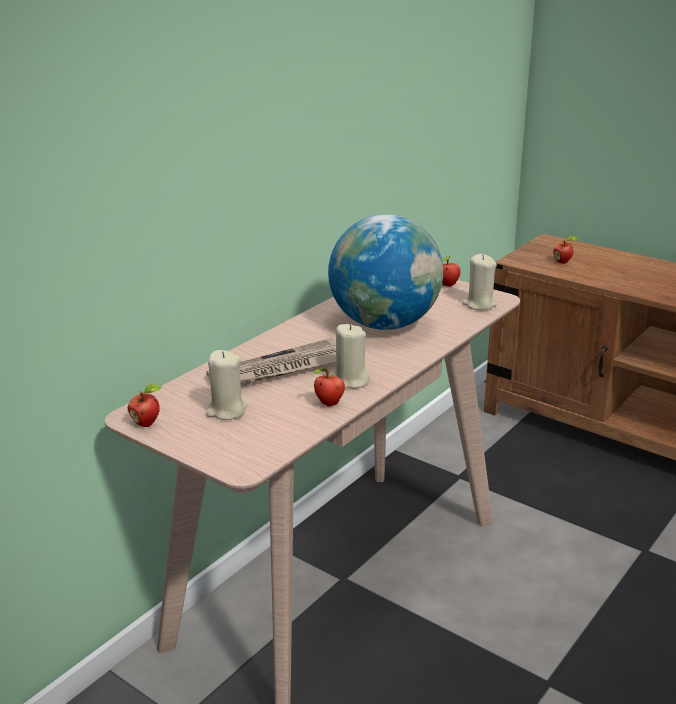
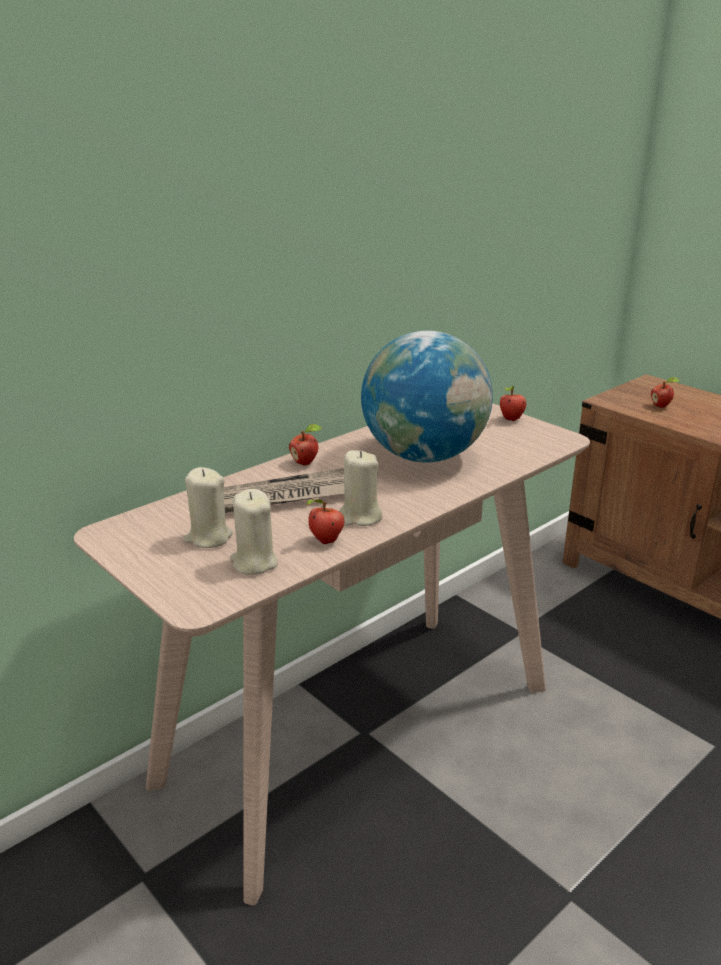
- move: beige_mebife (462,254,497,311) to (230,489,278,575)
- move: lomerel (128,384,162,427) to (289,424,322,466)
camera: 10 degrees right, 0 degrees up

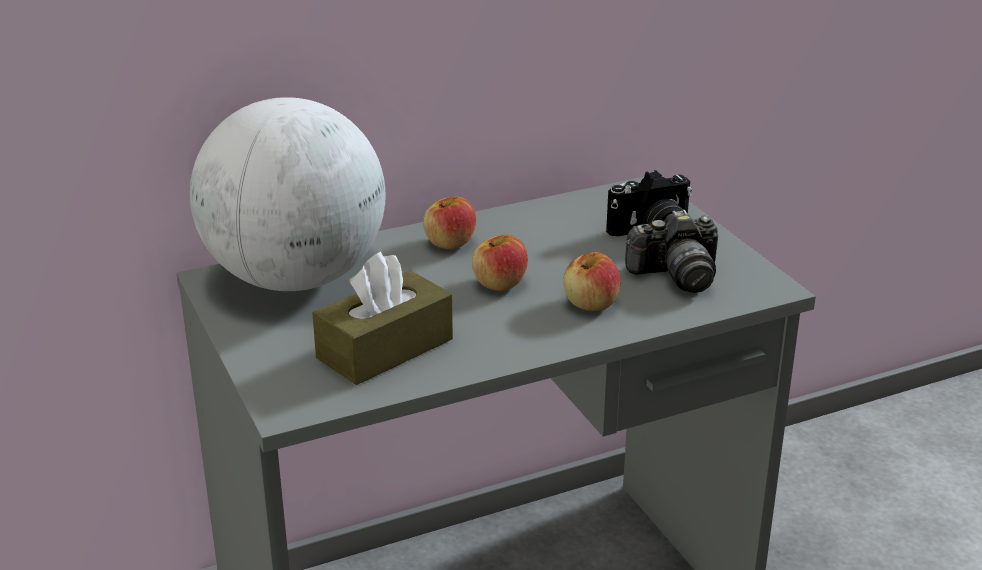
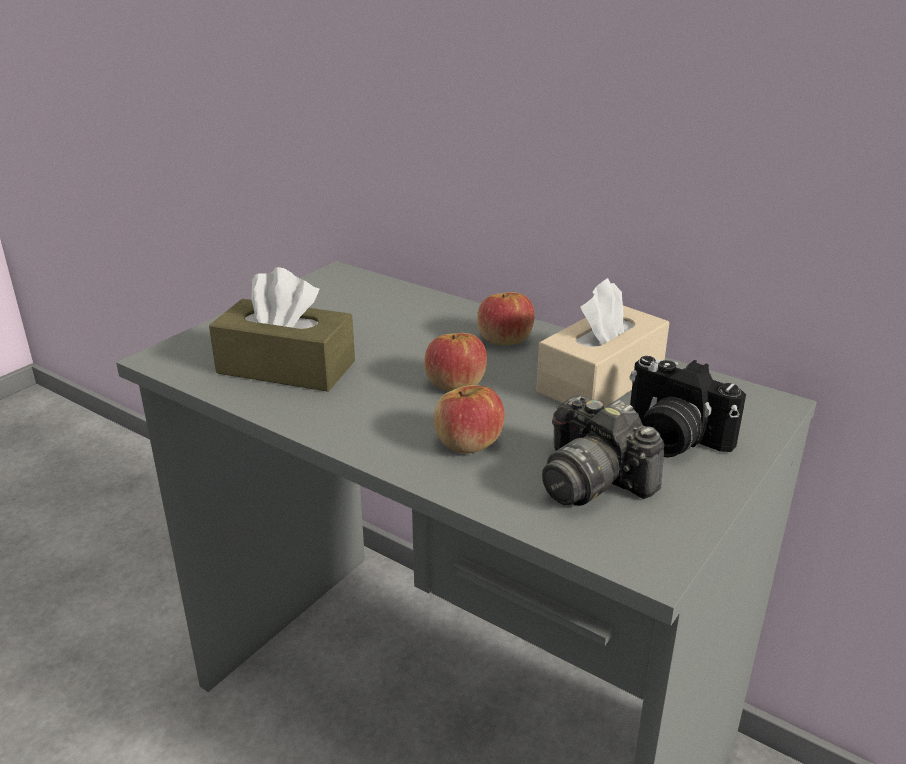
- delete: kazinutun (190,97,386,291)
- insert: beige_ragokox (536,278,669,407)
camera: 60 degrees right, 0 degrees up

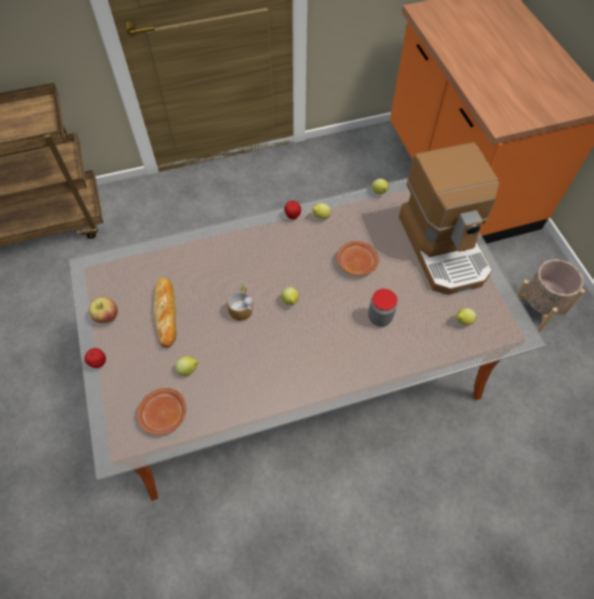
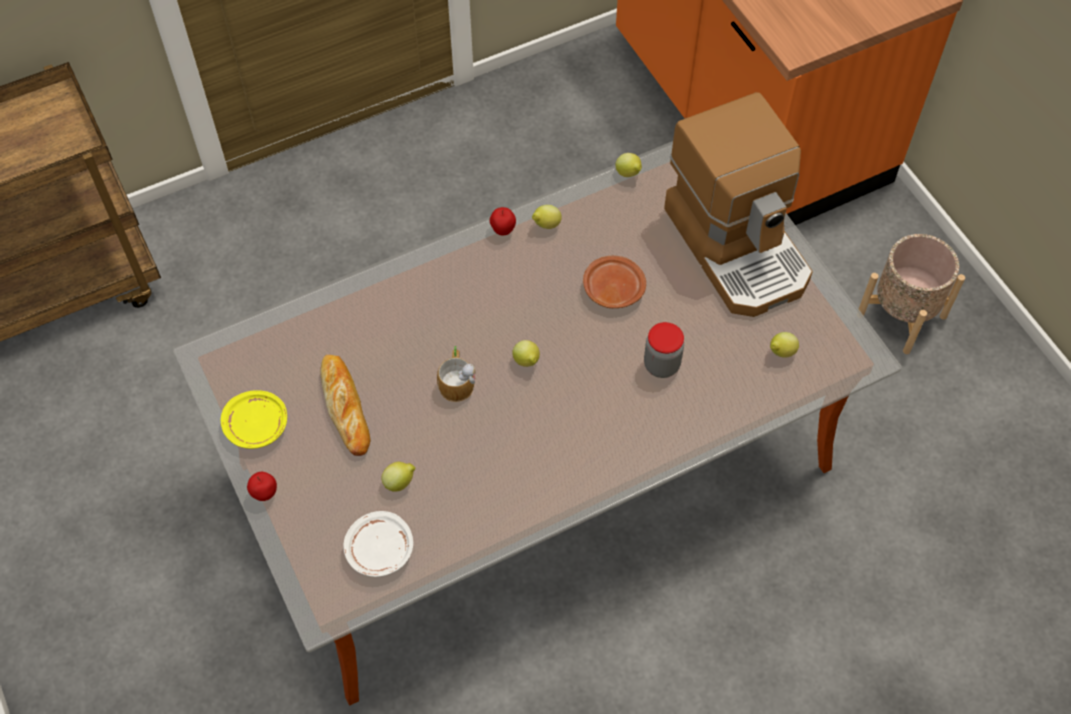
- replace: lomerel (89,297,118,323) to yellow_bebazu (221,390,287,449)
- recolor: brown_bebazu (137,388,186,435) to white_bebazu (344,511,413,577)
camera: 10 degrees left, 0 degrees up

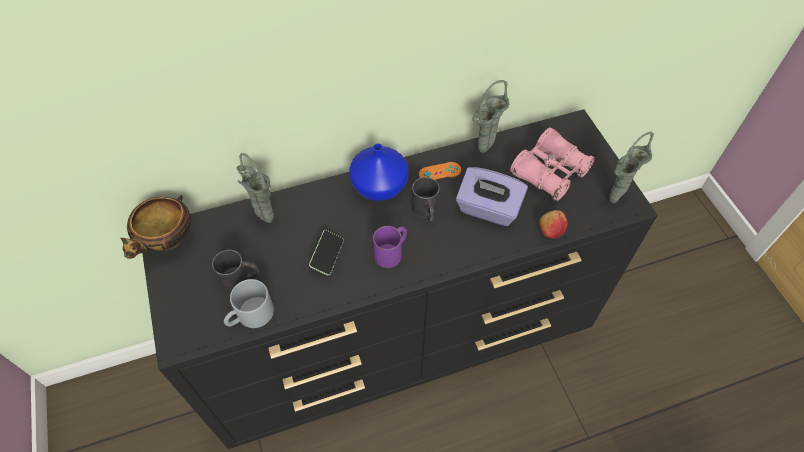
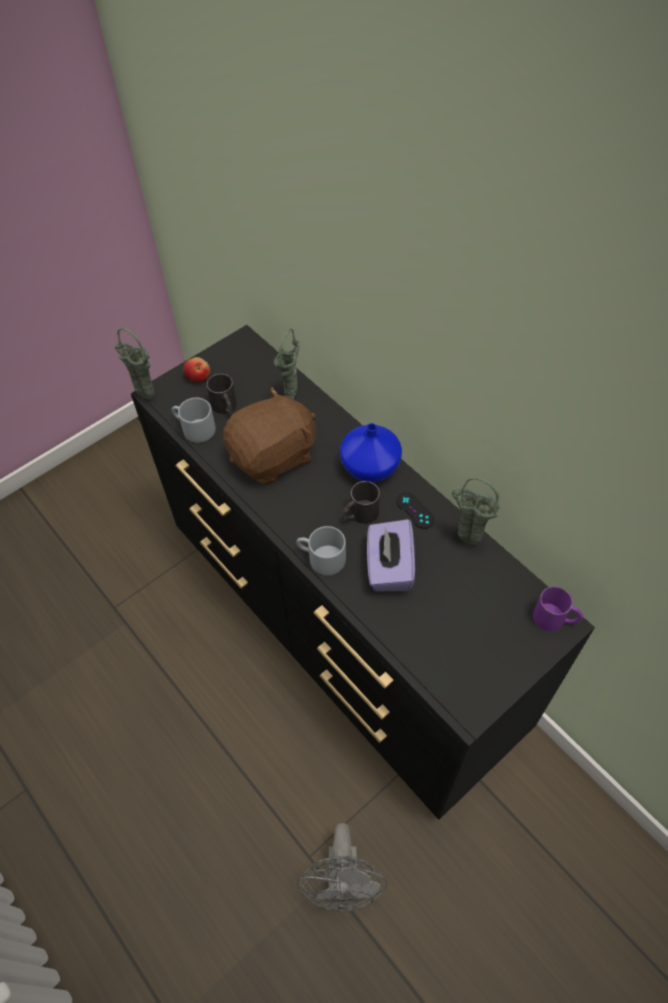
- delete: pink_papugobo (510,128,595,201)
- move: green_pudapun (609,132,654,203) to (115,328,154,400)
- recolor: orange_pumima (419,162,461,180) to black_pumima (396,492,435,529)
- delete: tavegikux (120,195,191,259)
- move: lomerel (539,210,568,239) to (183,357,210,383)
- move: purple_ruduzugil (373,226,407,268) to (533,586,583,631)
- replace: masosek (309,230,344,276) to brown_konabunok (223,387,316,484)
- insert: grey_ruduzugil (296,526,346,575)
- insert: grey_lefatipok (297,823,388,912)
camera: 70 degrees right, 0 degrees up

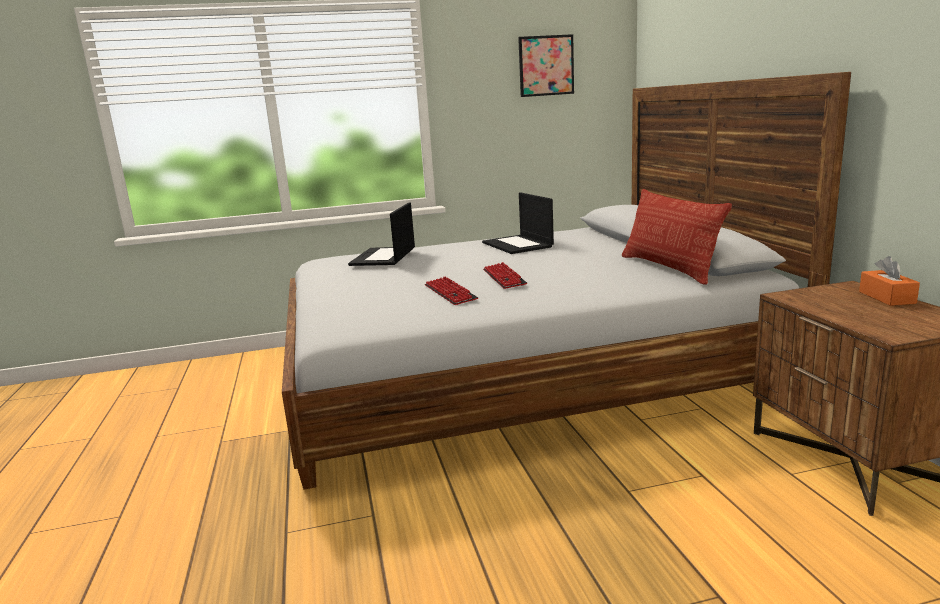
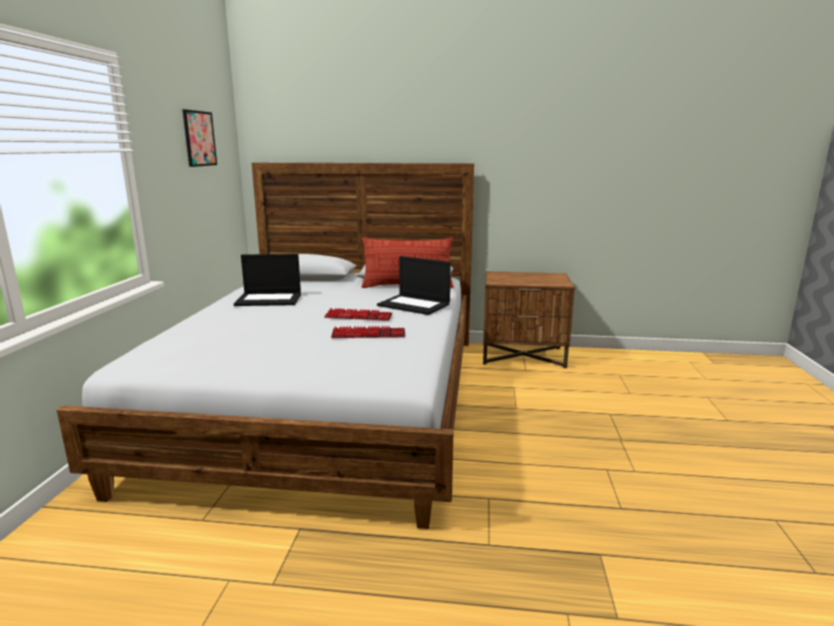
- move: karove (348,202,415,266) to (377,256,451,315)
- delete: orange_ragokox (859,256,920,306)
camera: 70 degrees left, 0 degrees up

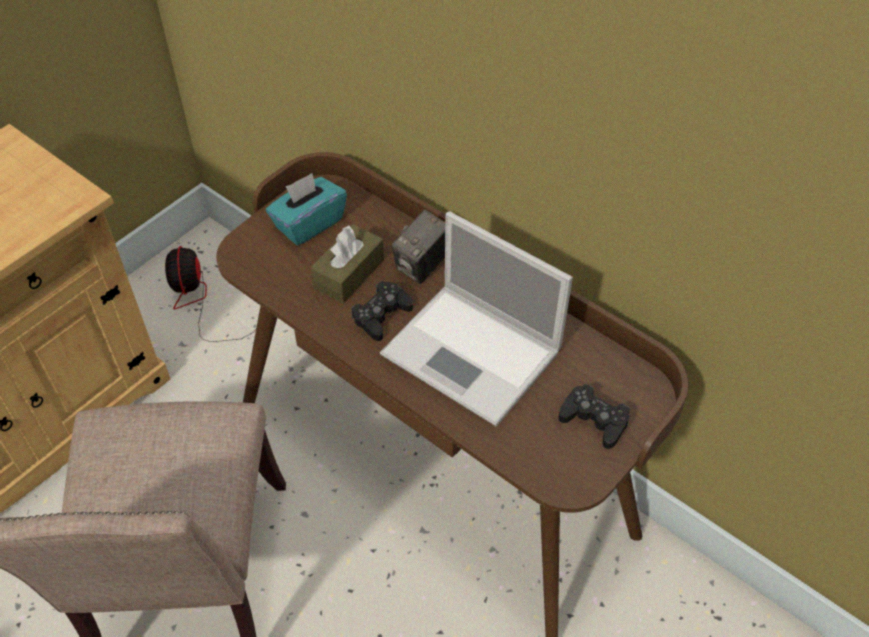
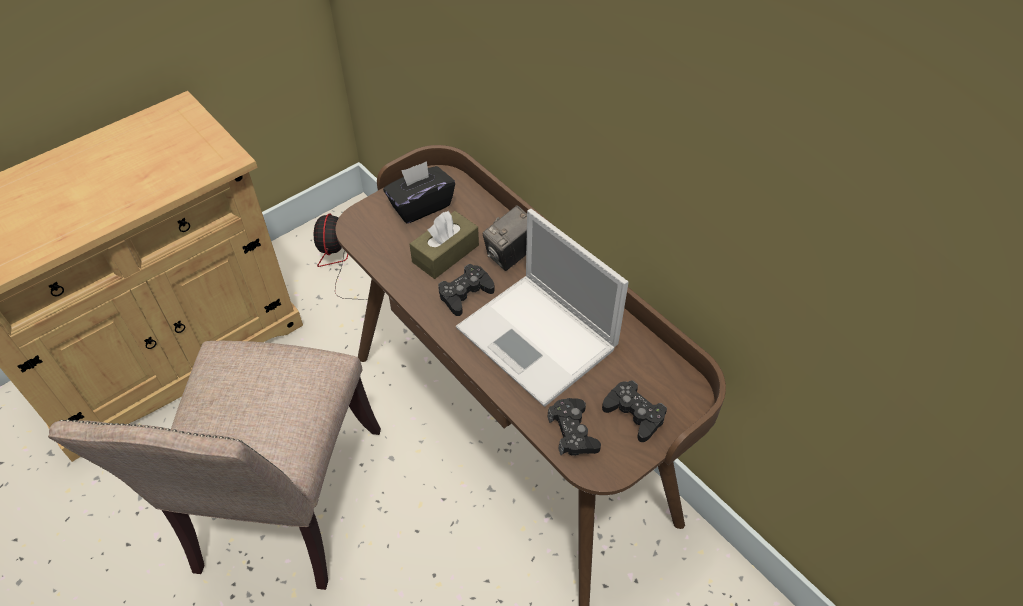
- recolor: turquoise_ragokox (266,173,347,245) to black_ragokox (383,161,455,224)
- insert: black_pumima (548,398,601,456)
camera: 10 degrees right, 0 degrees up

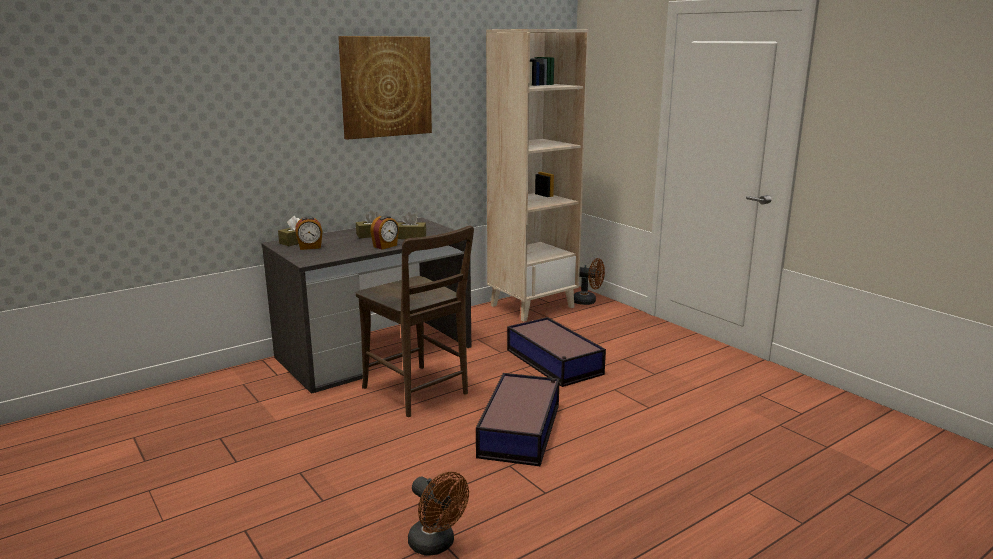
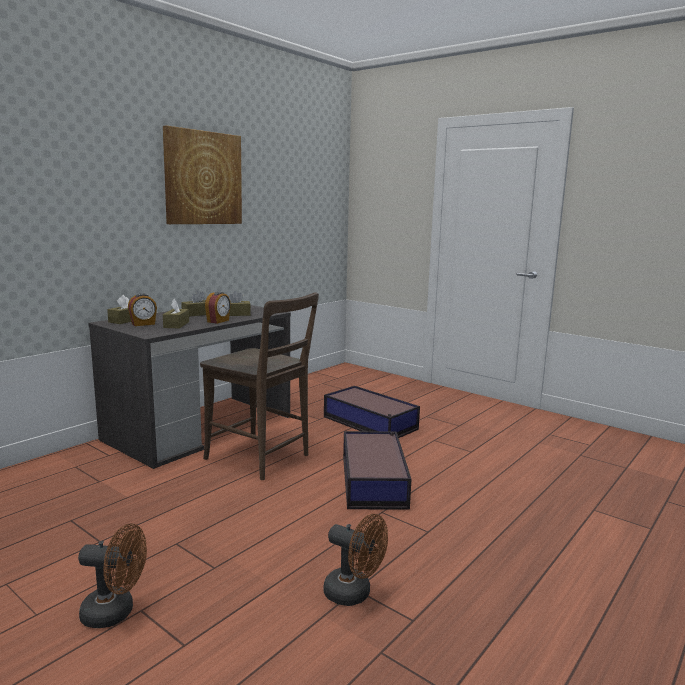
- delete: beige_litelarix (486,29,589,322)
- move: brown_lefatipok (574,258,605,305) to (78,523,147,628)
- insert: brown_ragokox (163,299,189,329)
camera: 15 degrees left, 5 degrees down

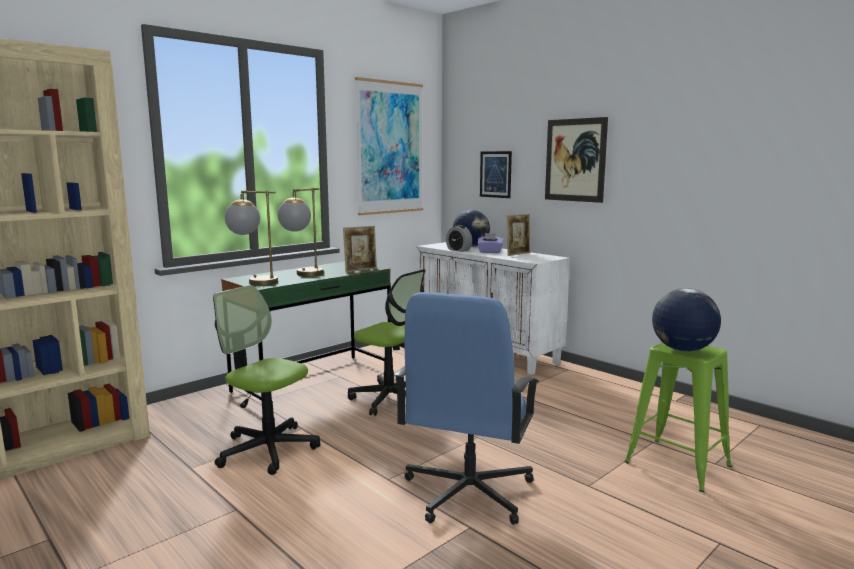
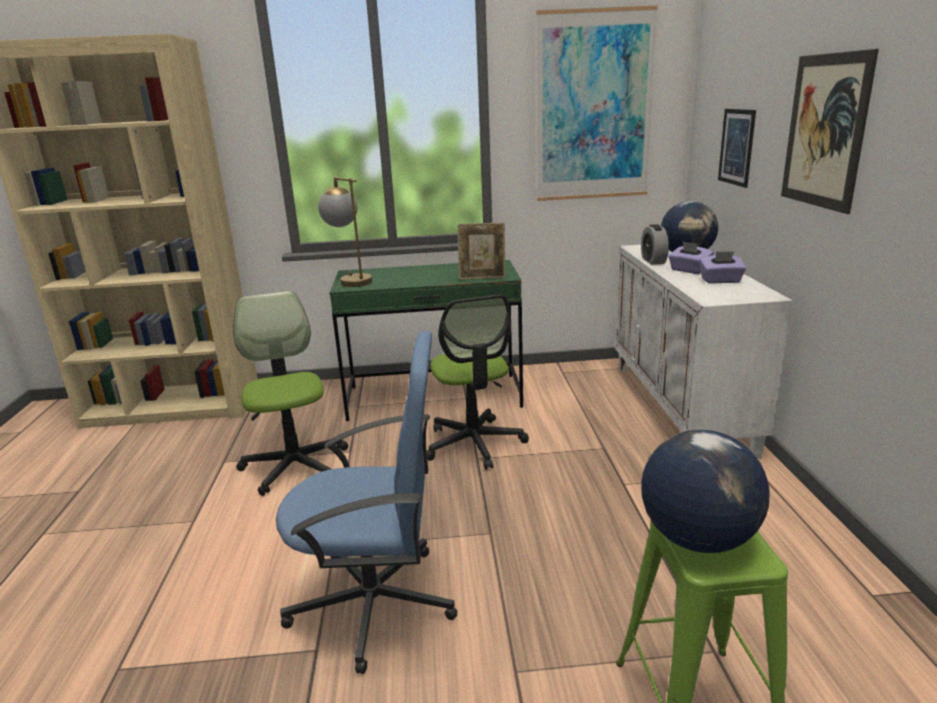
- delete: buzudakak (277,188,323,276)
- replace: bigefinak (507,214,530,256) to purple_ragokox (699,251,747,284)
- rotate: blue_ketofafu (394,292,539,525) = (276,331,458,674) 150 degrees counterclockwise
camera: 40 degrees right, 10 degrees up

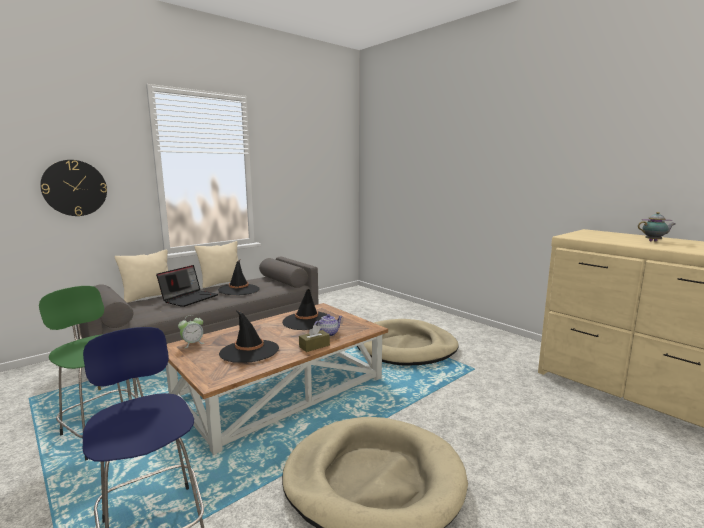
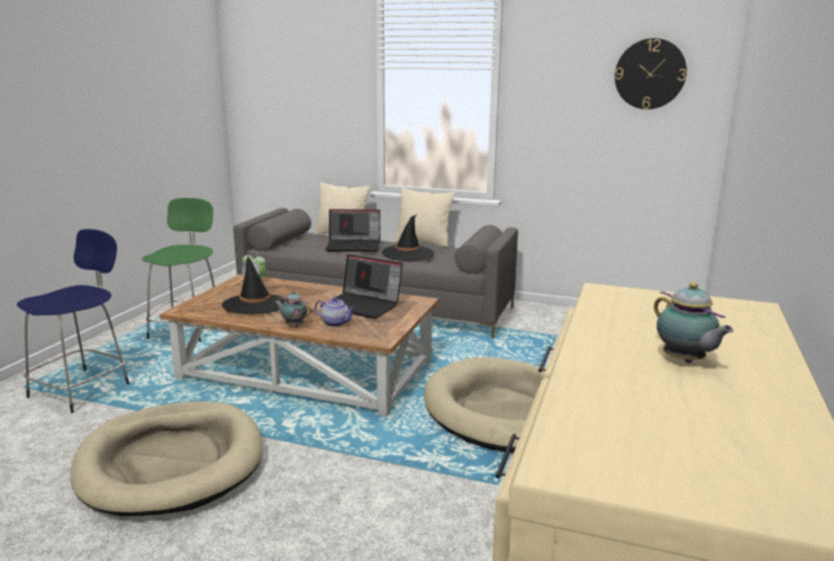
- move: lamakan (40,160,107,216) to (615,38,687,109)
- replace: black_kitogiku (282,289,327,330) to karove (320,254,403,319)
- replace: brown_ragokox (299,325,330,352) to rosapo (275,291,312,327)
camera: 60 degrees right, 5 degrees up

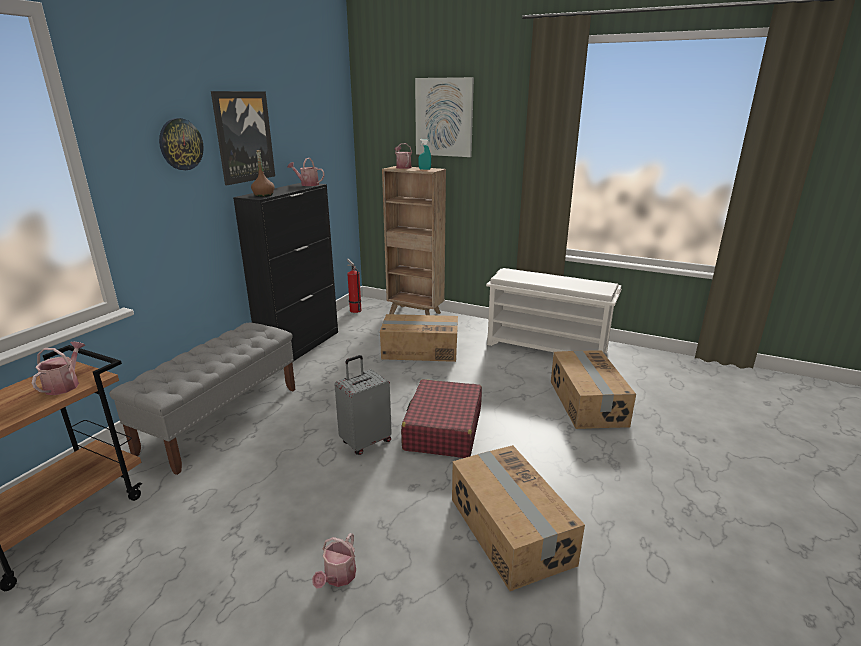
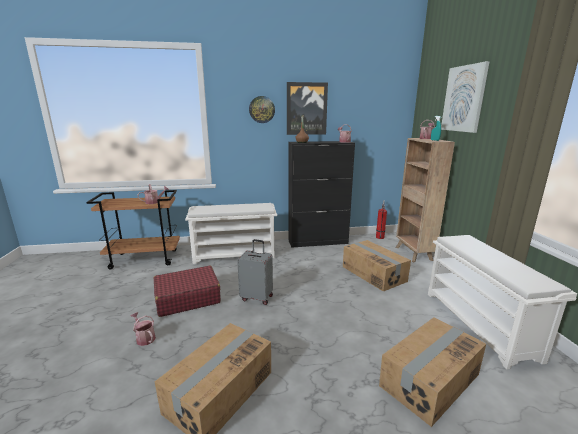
- replace: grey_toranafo (109,323,296,475) to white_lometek (185,203,277,264)
- move: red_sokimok (401,379,482,458) to (154,265,221,317)
- rotate: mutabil (312,533,356,589) = (131,312,156,346) 60 degrees clockwise
camera: 55 degrees right, 5 degrees down

